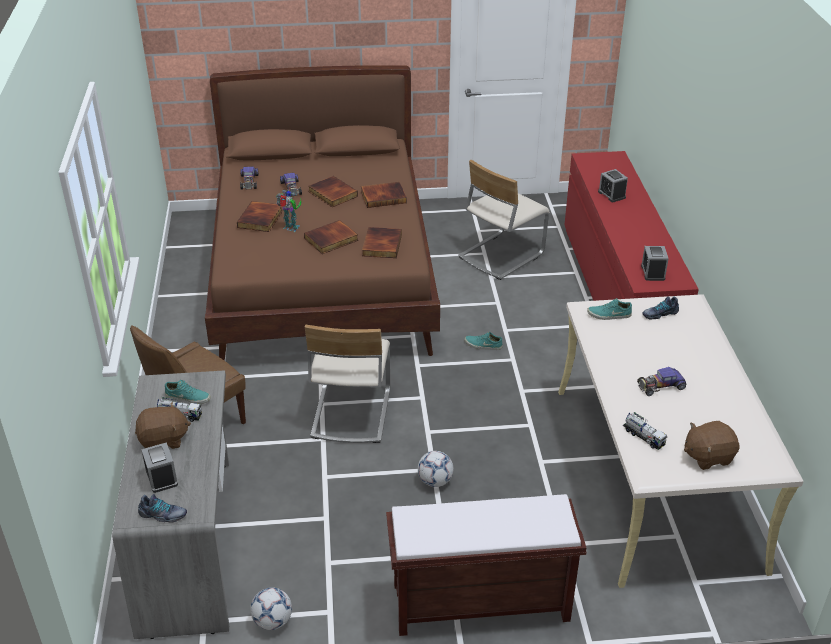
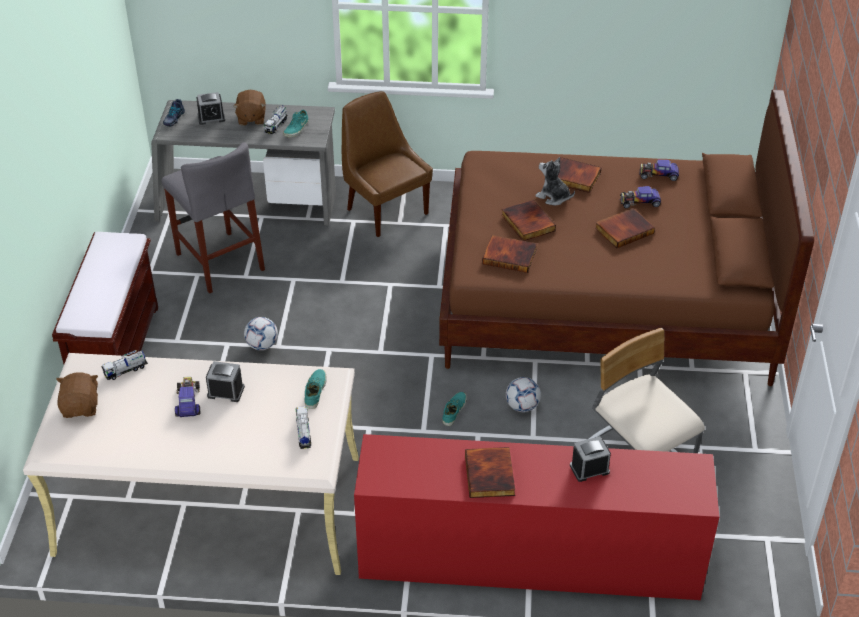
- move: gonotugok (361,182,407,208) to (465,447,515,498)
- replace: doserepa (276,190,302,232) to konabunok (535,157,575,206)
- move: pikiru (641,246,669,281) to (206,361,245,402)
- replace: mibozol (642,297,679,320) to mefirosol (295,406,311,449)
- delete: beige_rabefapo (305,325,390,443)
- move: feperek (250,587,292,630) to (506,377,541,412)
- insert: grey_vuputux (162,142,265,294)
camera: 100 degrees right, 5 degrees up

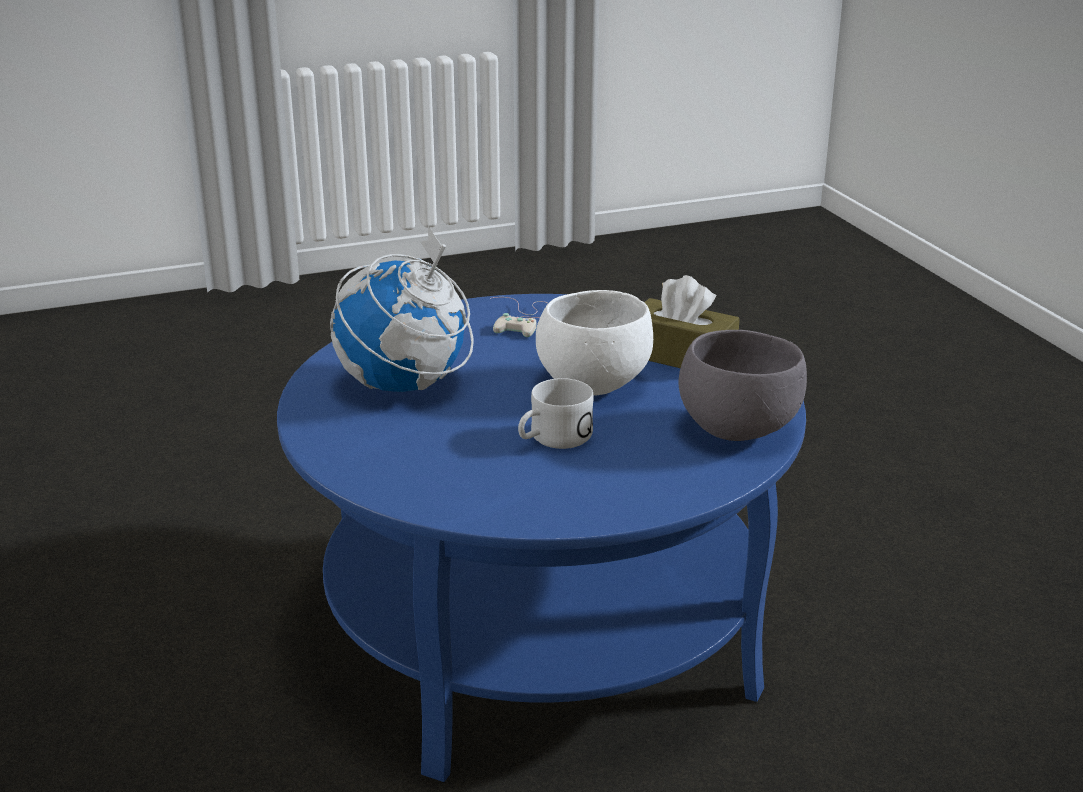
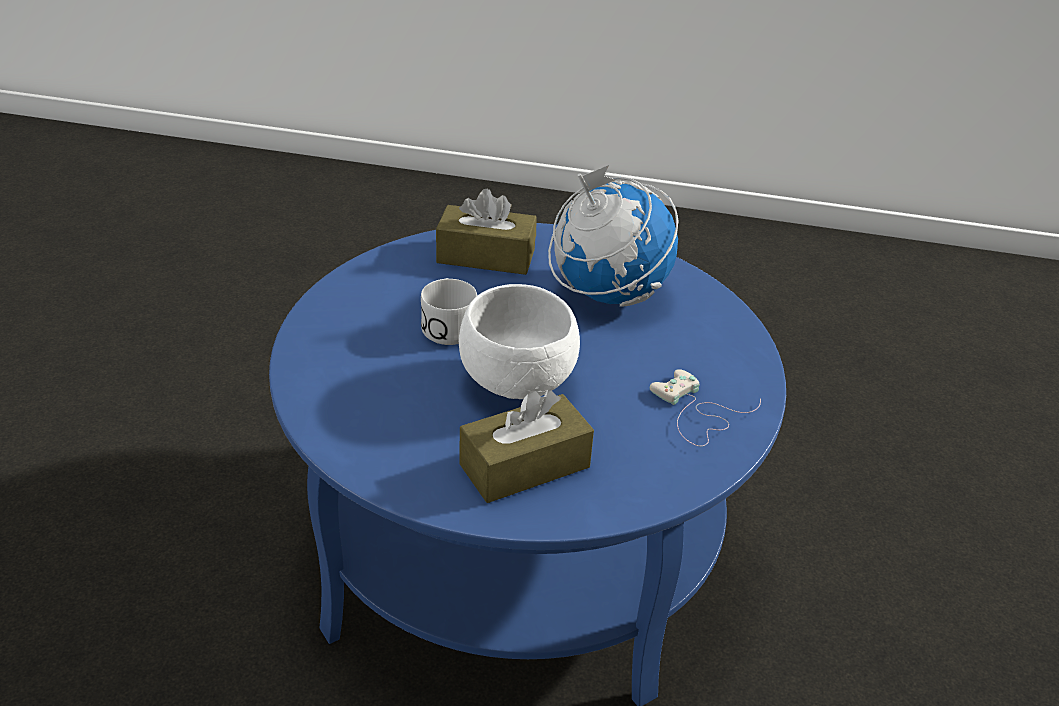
- delete: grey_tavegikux (679,330,807,441)
- insert: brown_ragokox (436,189,537,275)
camera: 120 degrees right, 10 degrees up

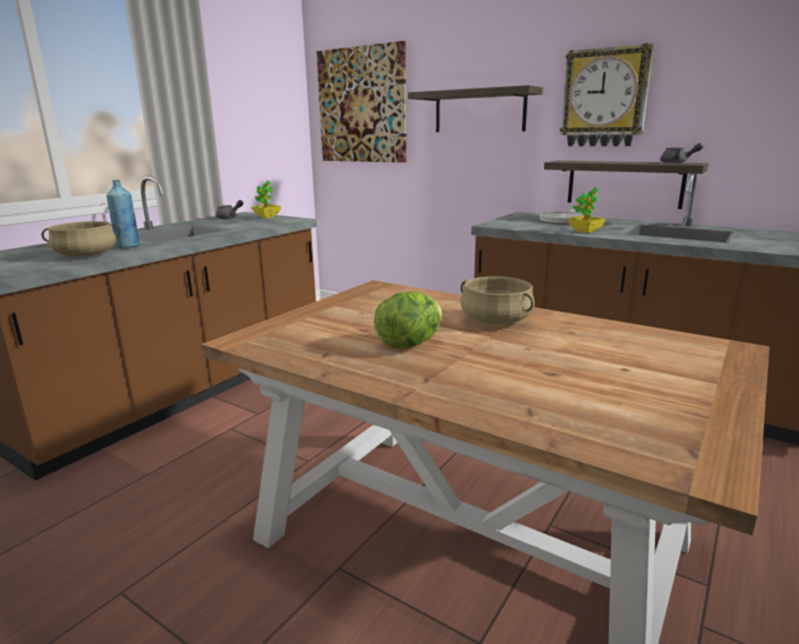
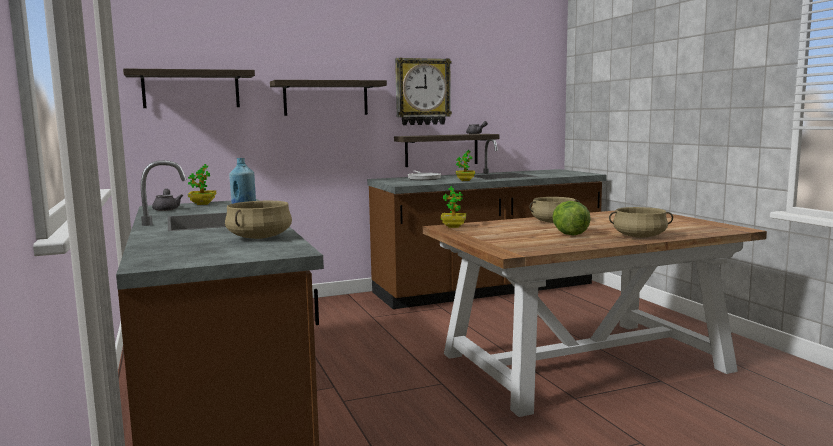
- replace: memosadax (317,41,407,163) to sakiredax (123,68,255,108)
- insert: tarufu (441,186,466,228)
- insert: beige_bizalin (609,207,673,238)
camera: 55 degrees left, 10 degrees down

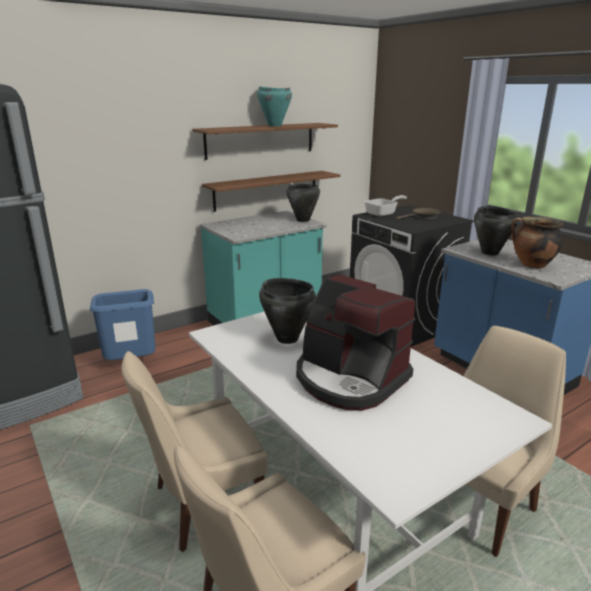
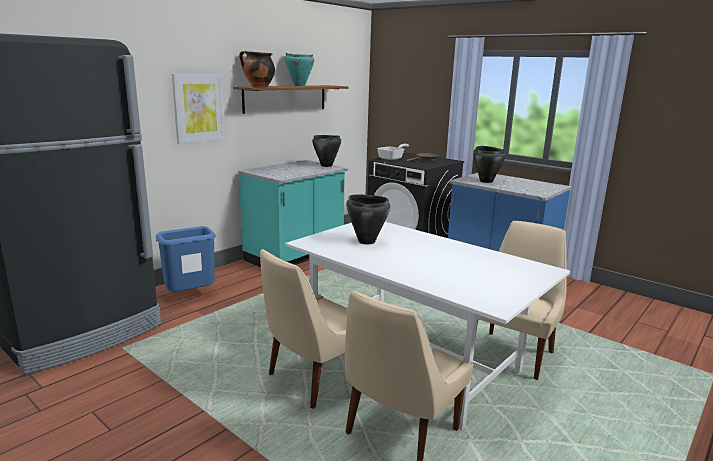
- delete: brown_sakiredax (202,171,341,212)
- move: bizalin (511,217,564,268) to (239,51,275,87)
- delete: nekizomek (296,274,415,411)
- insert: memosadax (172,74,225,144)
camera: 15 degrees left, 5 degrees down

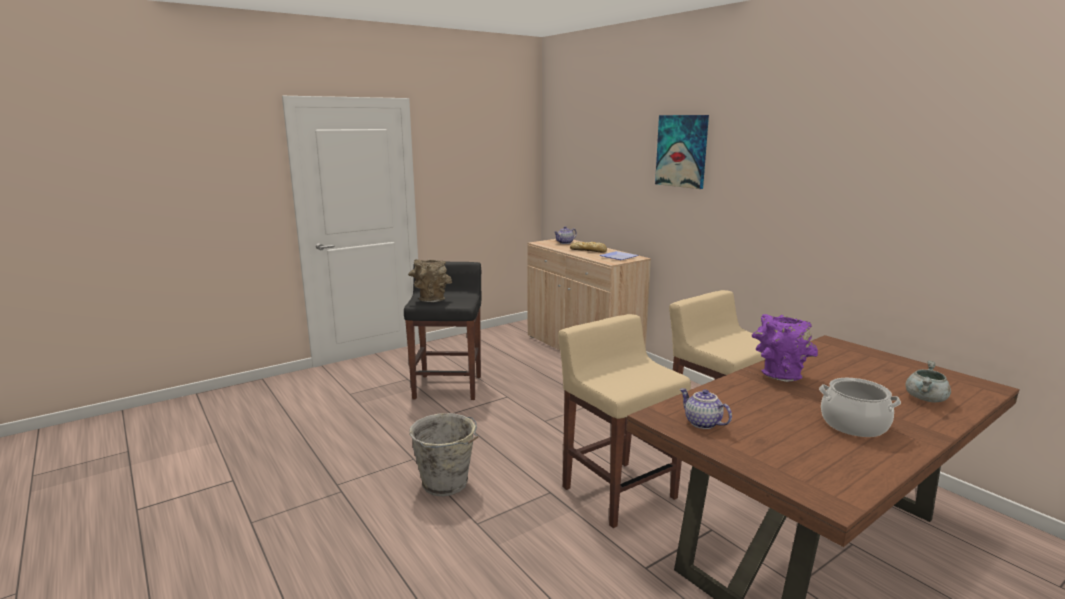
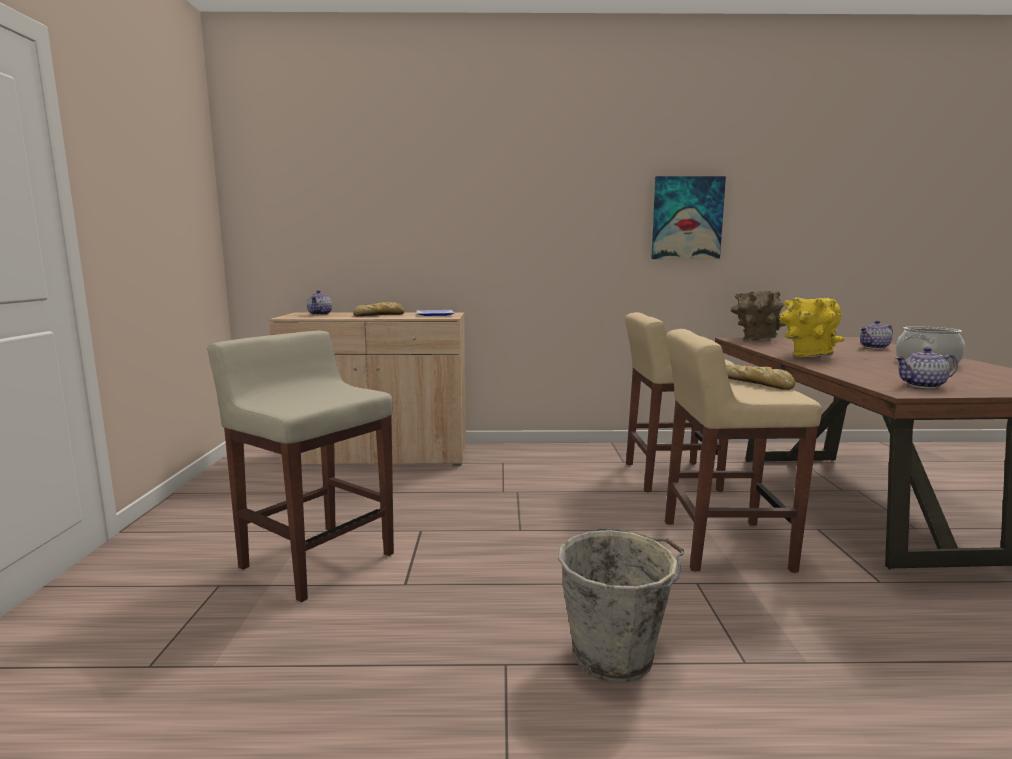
- move: memosadax (655,115,709,189) to (651,176,726,259)
- move: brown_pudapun (408,259,452,302) to (731,291,786,340)
- recolor: black_vuputux (404,262,482,400) to beige_vuputux (207,331,394,602)
- recolor: purple_pudapun (752,314,818,382) to yellow_pudapun (780,297,845,357)
- replace: grey_bizalin (906,360,951,402) to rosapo (860,321,893,349)
- insert: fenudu (726,364,795,390)
camera: 55 degrees left, 5 degrees down

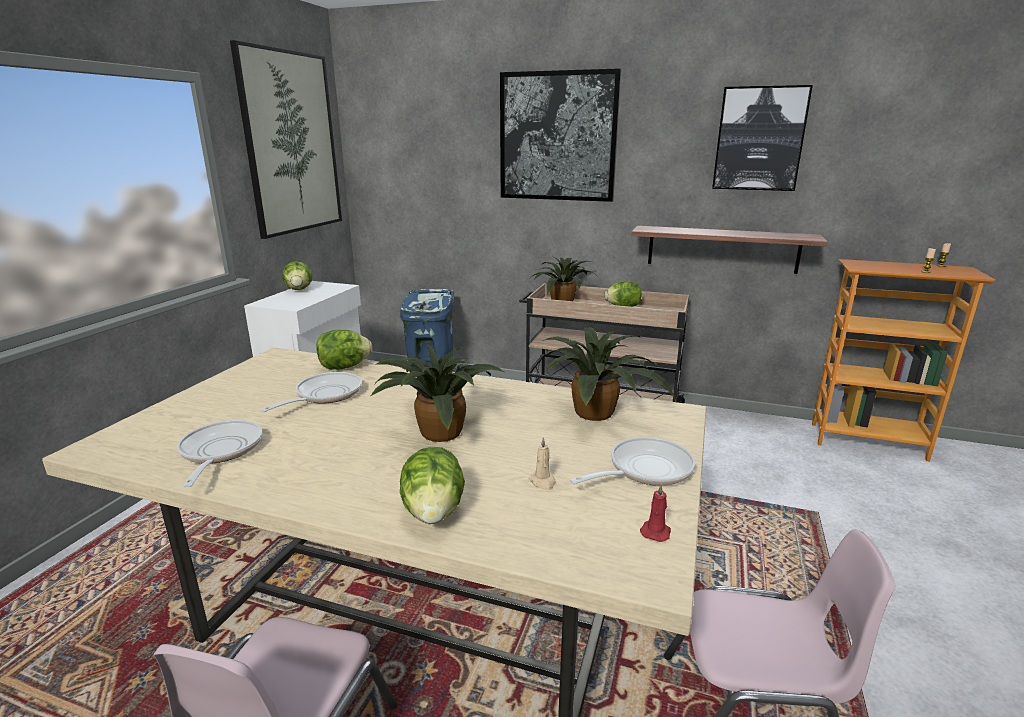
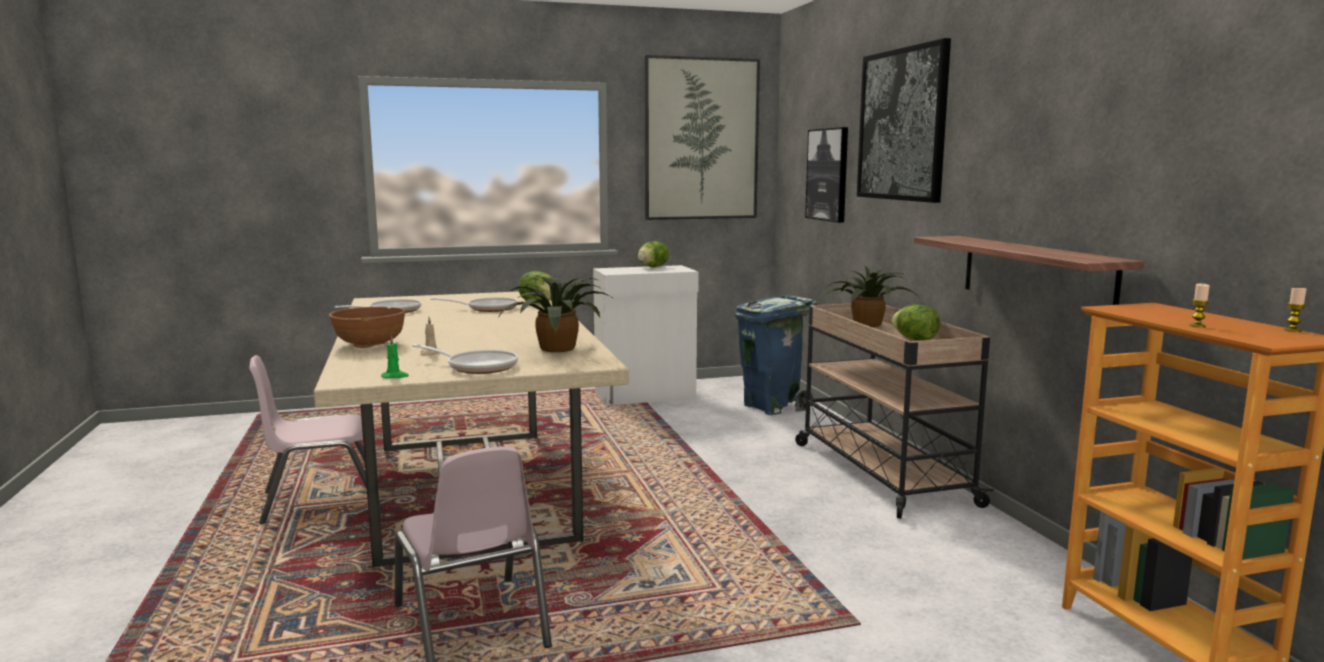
- move: memosadax (712,85,813,191) to (805,127,848,223)
- delete: tarufu (371,345,506,442)
- replace: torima (400,447,465,524) to brown_tavegikux (329,307,405,348)
- recolor: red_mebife (640,484,671,542) to green_mebife (381,335,409,378)
camera: 55 degrees right, 10 degrees down

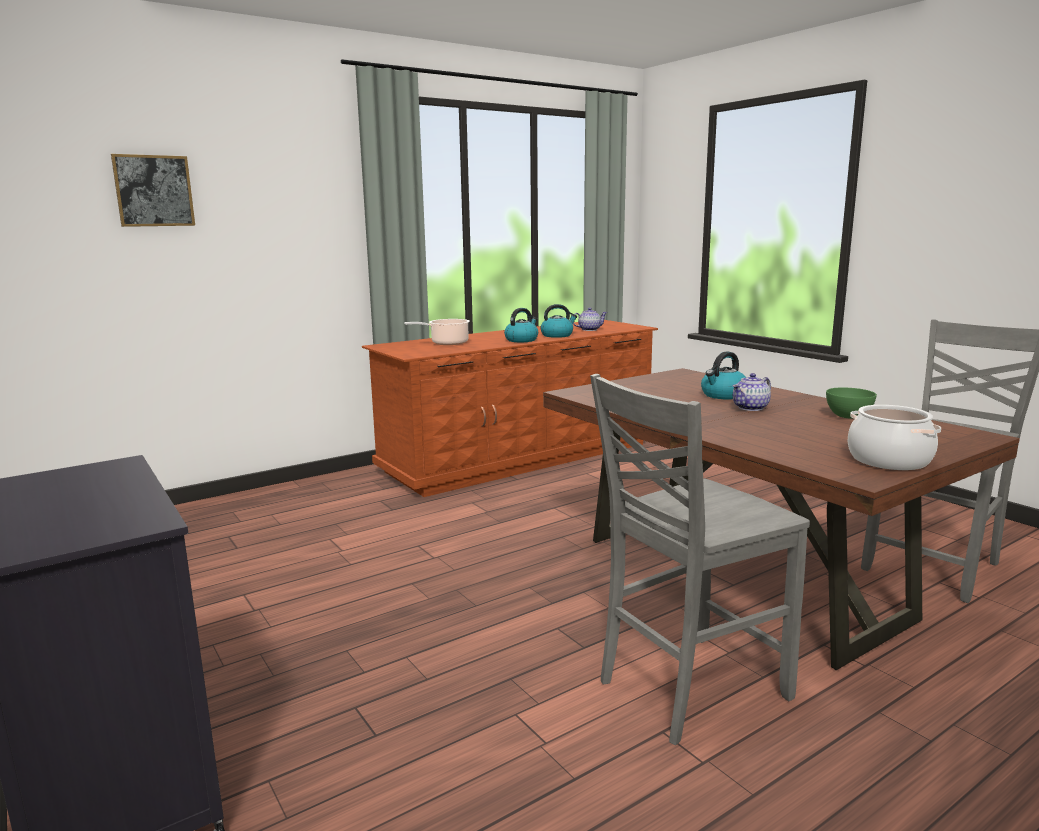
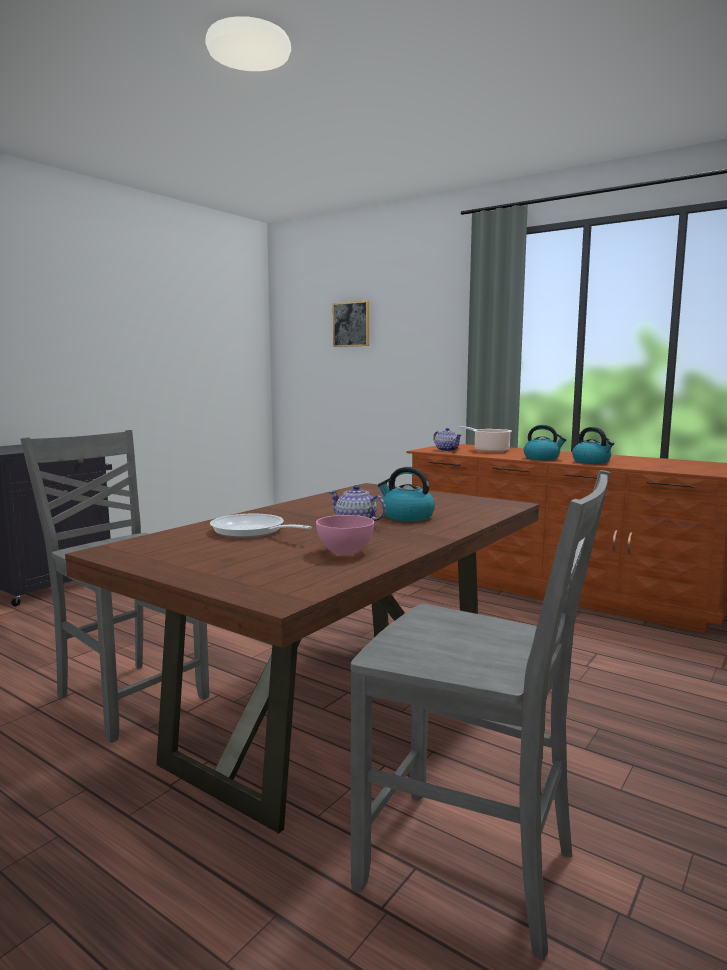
- move: rosapo (573,308,607,331) to (433,428,462,452)
- recolor: green_tavegikux (826,387,877,419) to pink_tavegikux (316,515,374,554)
- delete: bizalin (847,405,941,470)
- insert: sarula (210,514,312,538)
camera: 70 degrees right, 5 degrees down

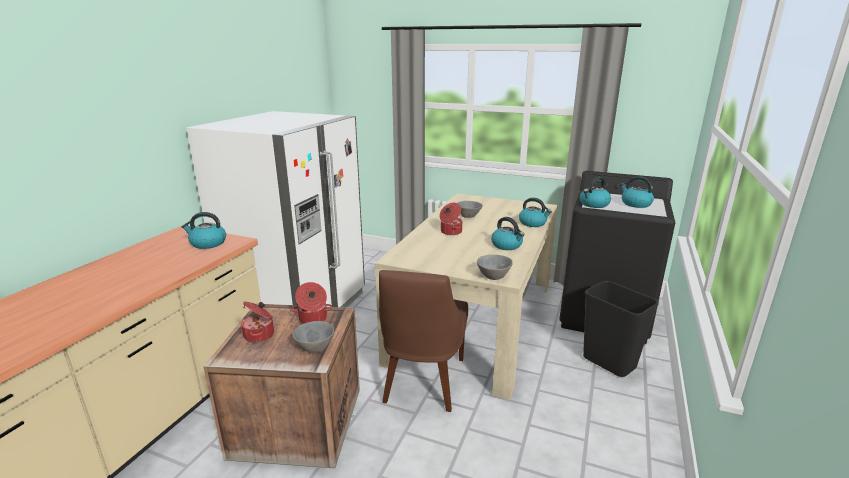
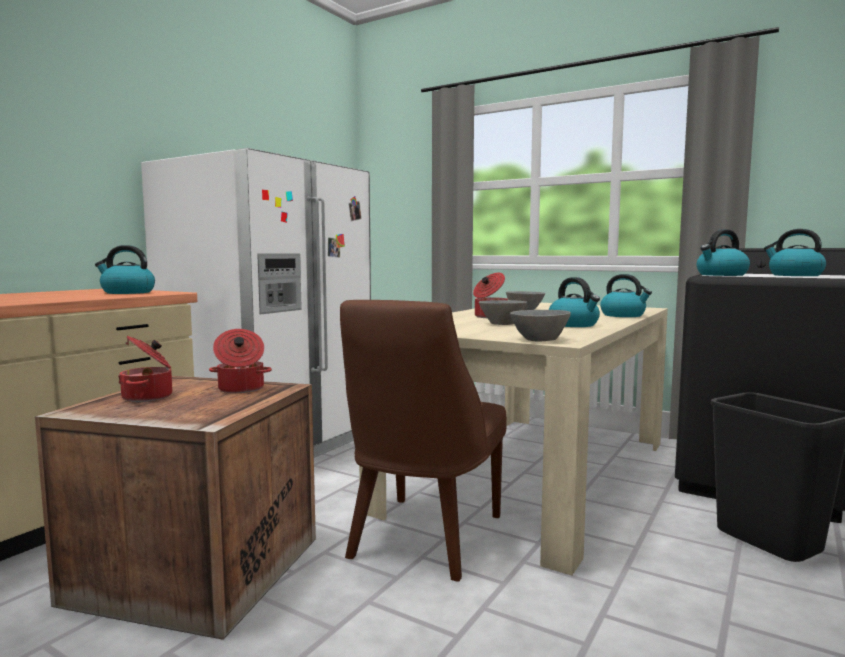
- move: grey_tavegikux (293,321,334,353) to (479,300,528,325)
camera: 10 degrees right, 15 degrees down

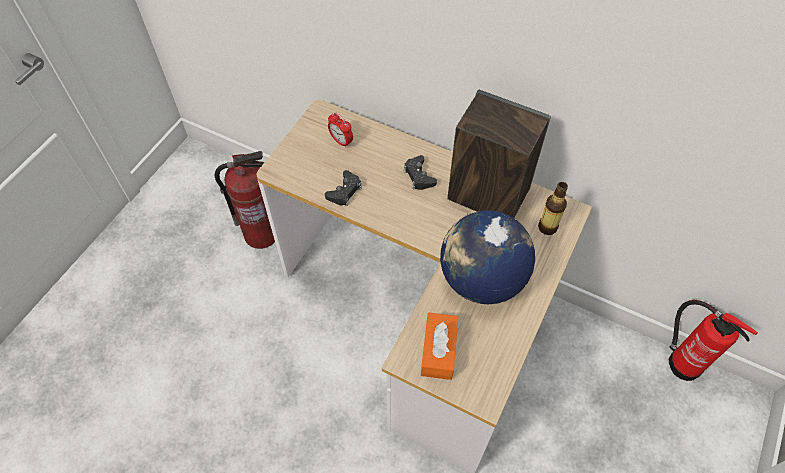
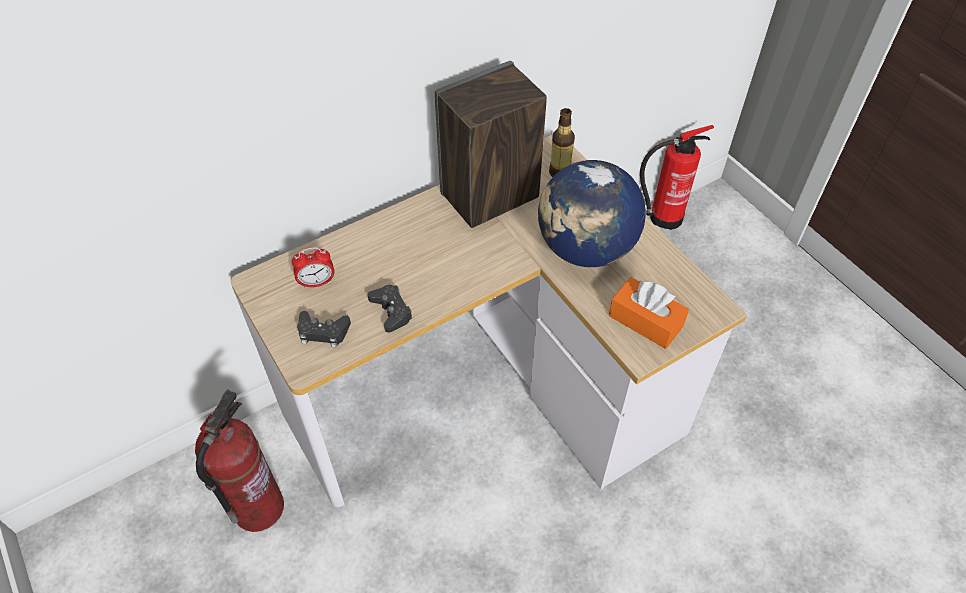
- move: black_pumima (403,155,437,190) to (297,311,351,348)
camera: 60 degrees left, 5 degrees down

